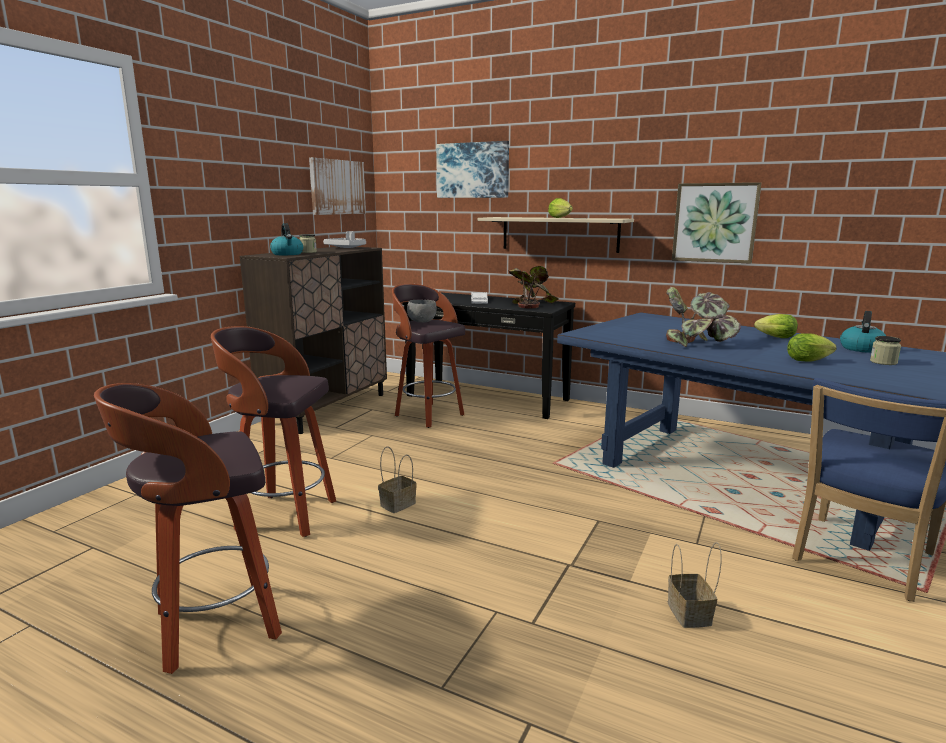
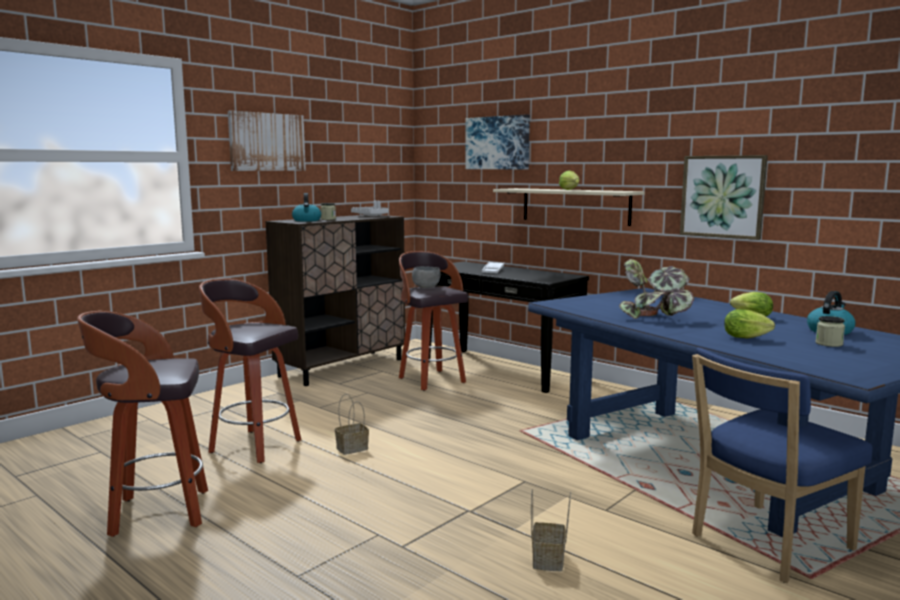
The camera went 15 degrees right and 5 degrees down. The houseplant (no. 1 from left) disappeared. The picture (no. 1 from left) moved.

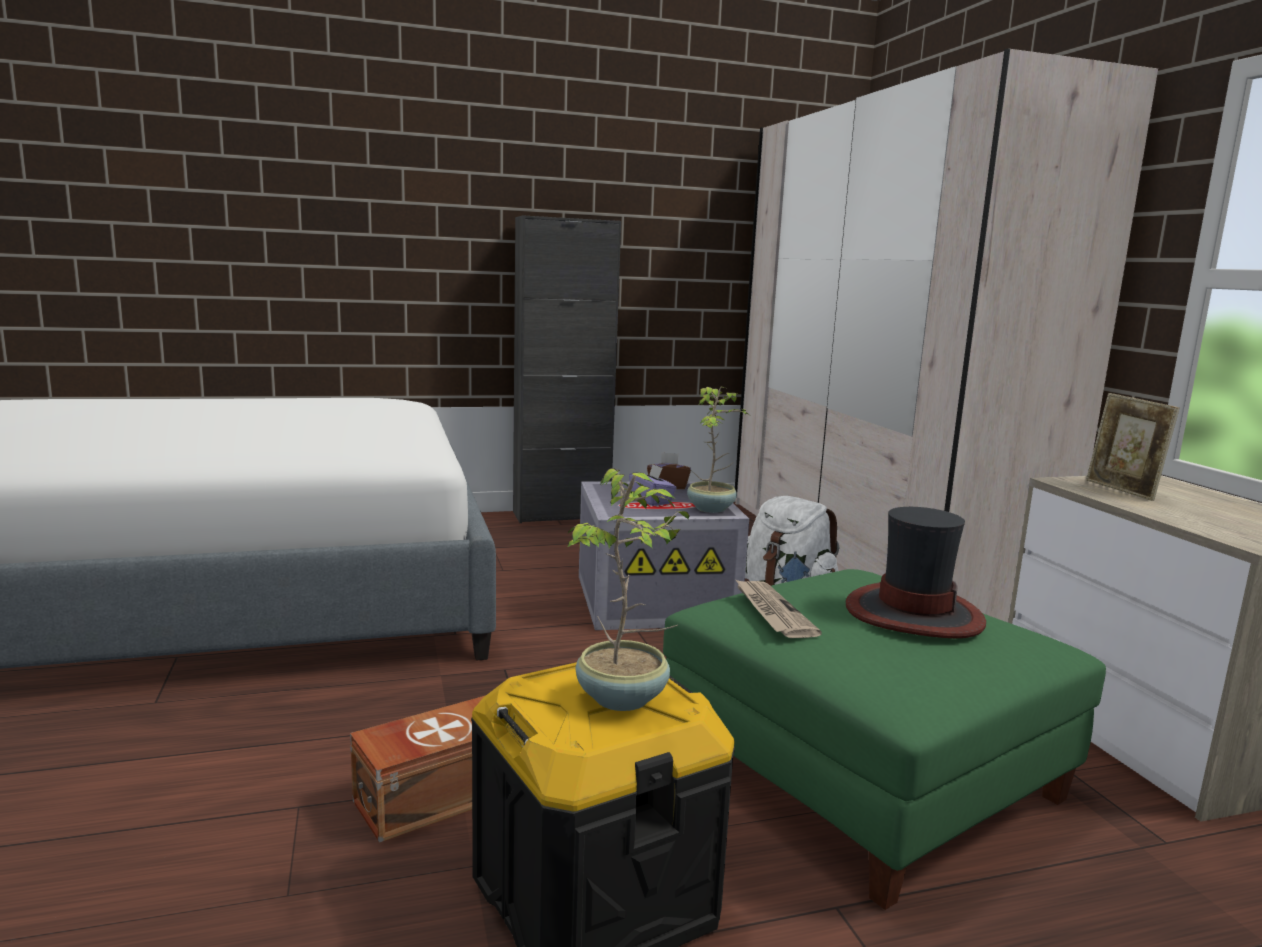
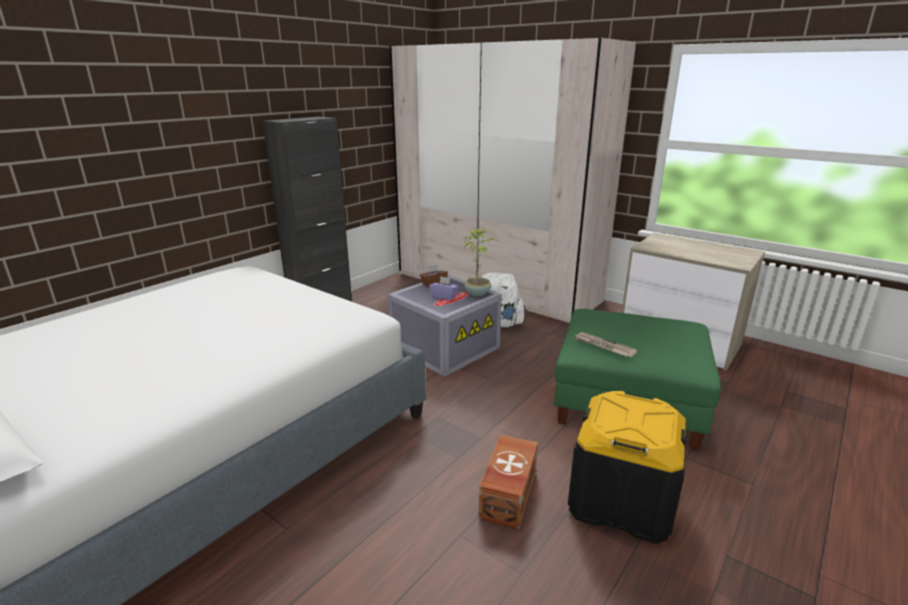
The camera went 35 degrees left and 10 degrees up. The houseplant (no. 1 from left) disappeared. The hat disappeared. The standing frame disappeared.

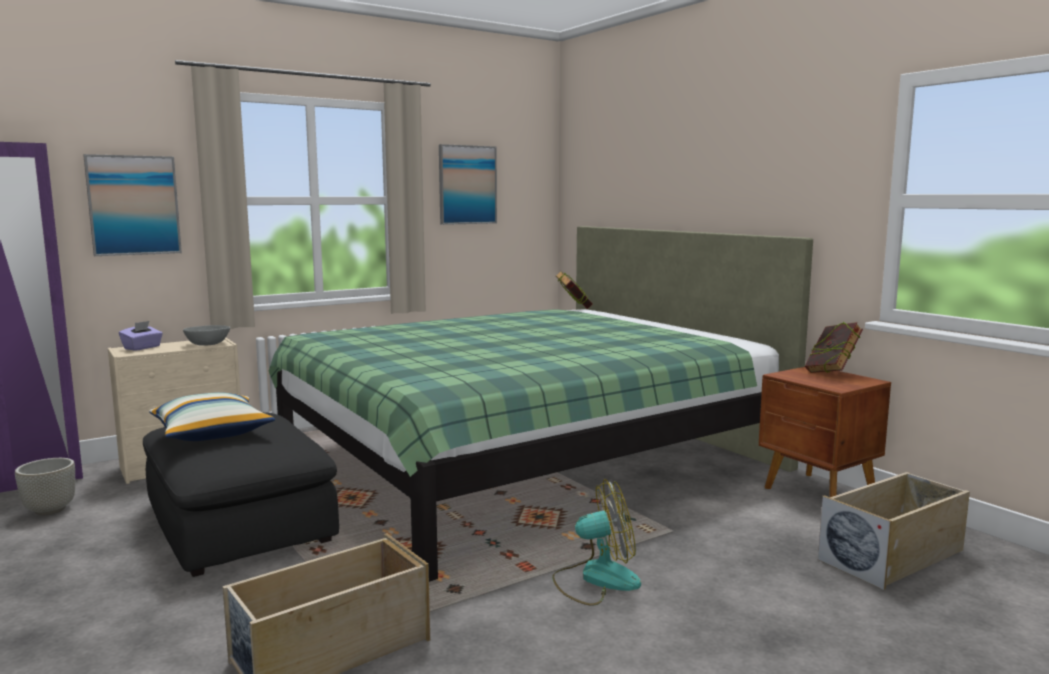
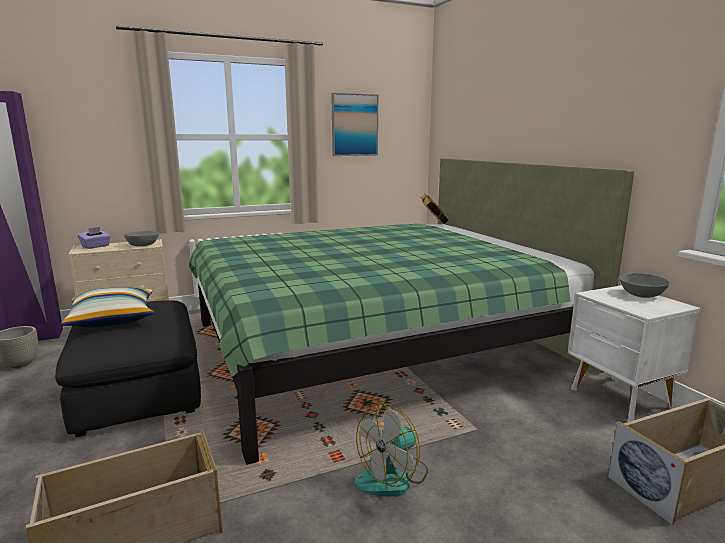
The camera went 10 degrees right and 5 degrees up. The picture (no. 1 from left) disappeared. The book (no. 2 from left) was replaced by the greyish serving bowl (no. 2 from left). The brownish bedside table became the white-coloured bedside table. The fan turned 135 degrees clockwise.

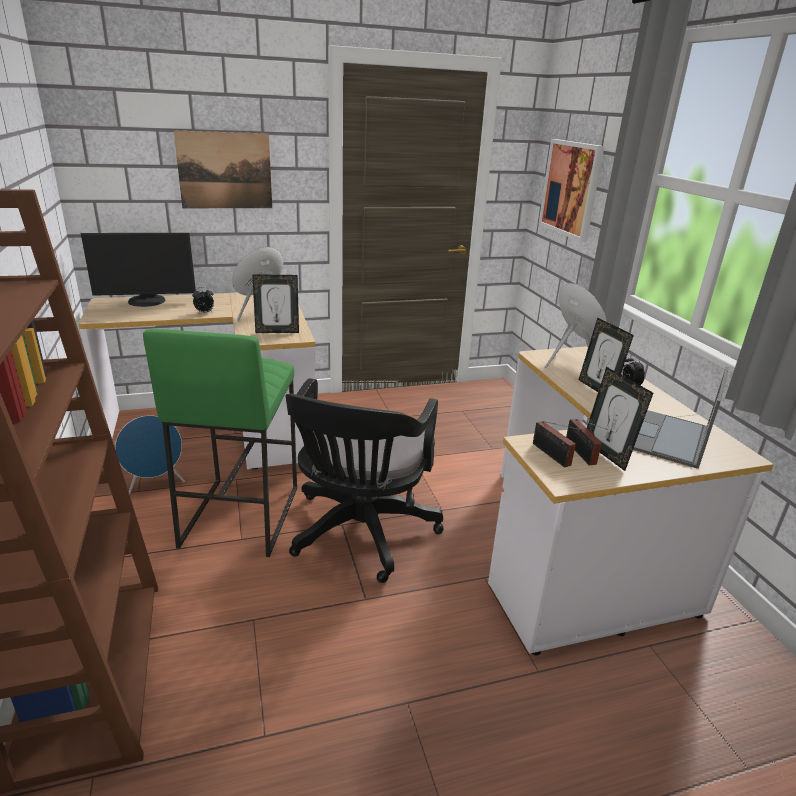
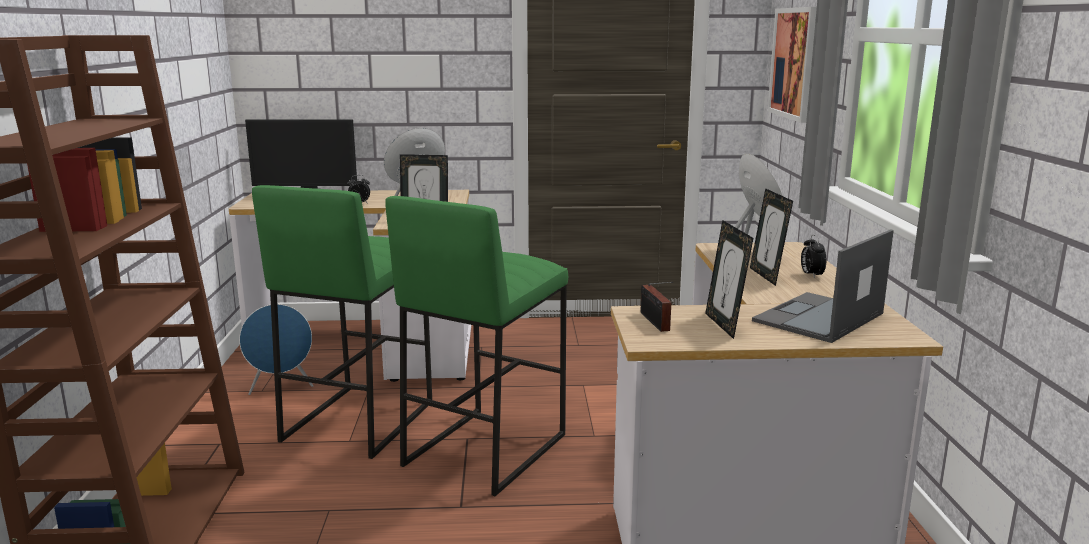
The camera went 15 degrees right and 10 degrees down. The picture (no. 1 from left) disappeared. The radio (no. 2 from left) disappeared. The blackish computer chair was replaced by the green stool (no. 2 from left).

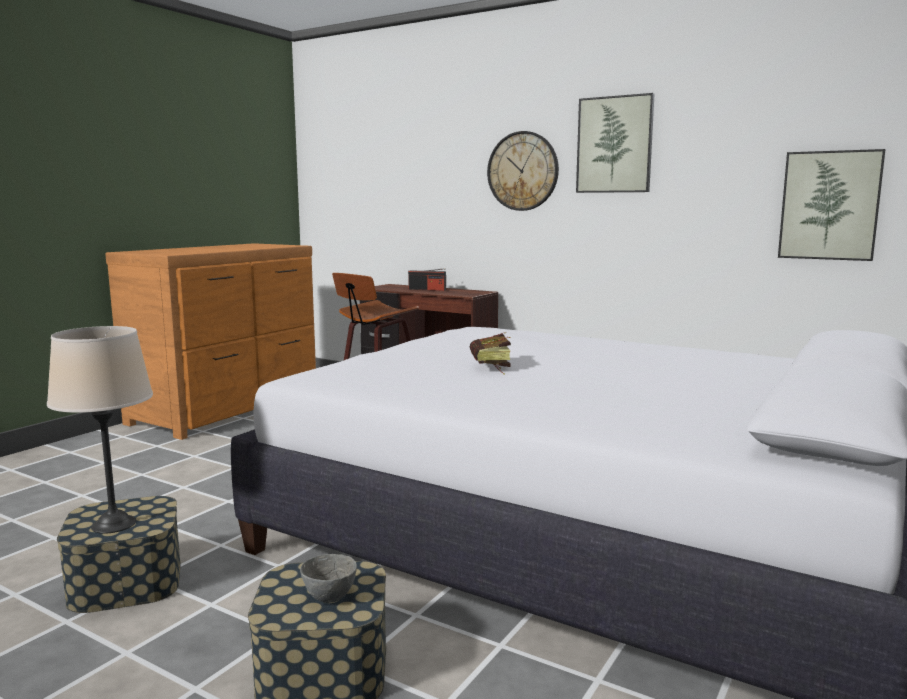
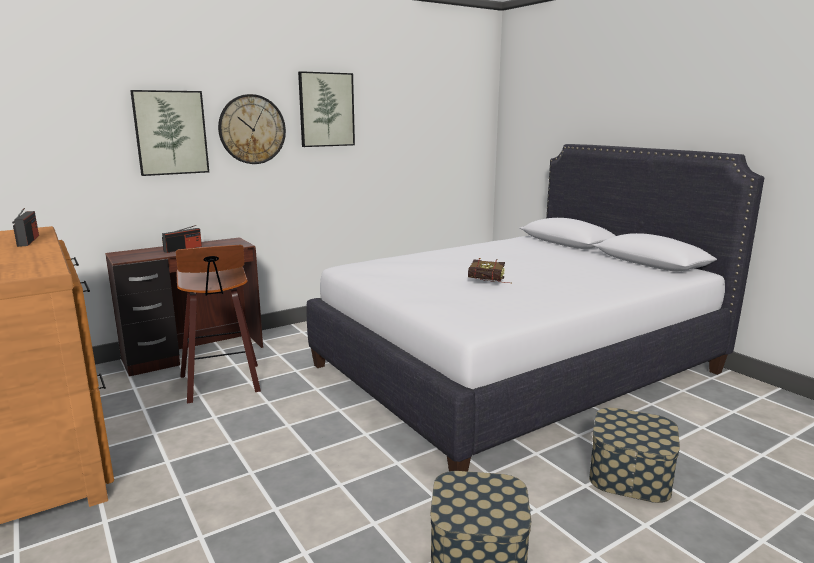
The camera went 65 degrees left and 5 degrees up. The beige table lamp disappeared. The greyish serving bowl disappeared. The radio (no. 1 from left) appeared. The picture (no. 2 from left in the first image) moved.

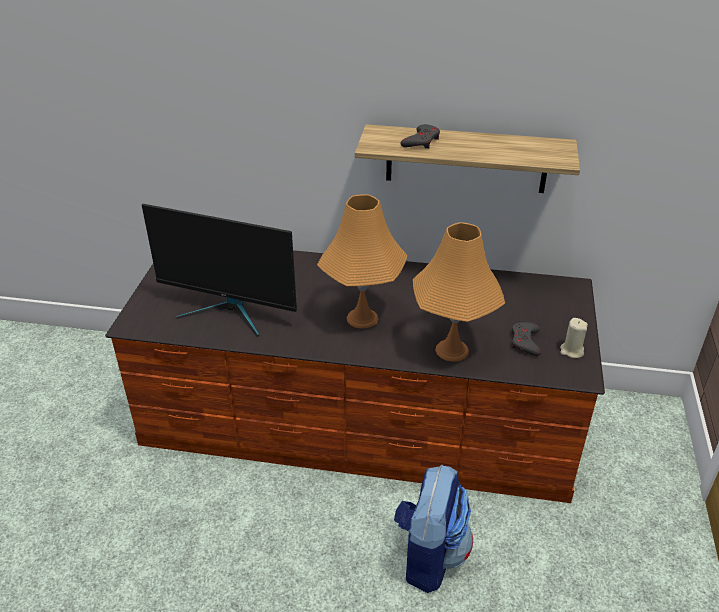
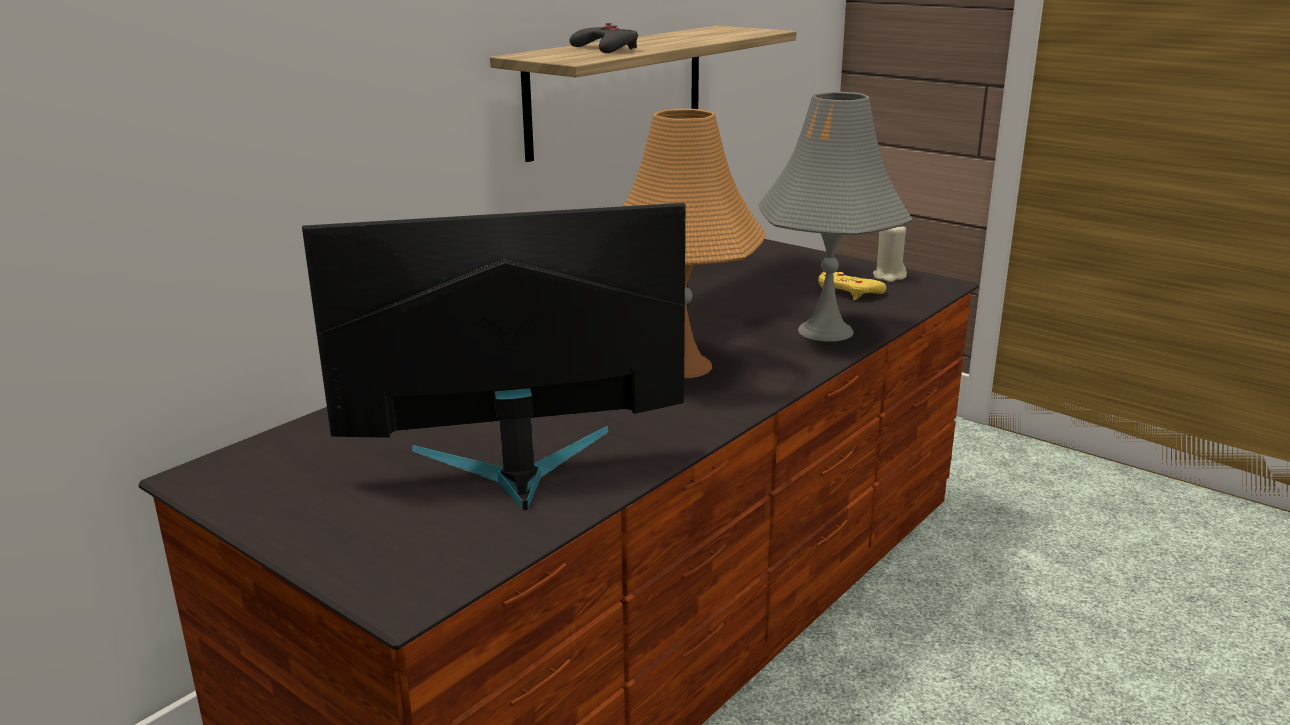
The camera went 60 degrees left and 15 degrees down. The knapsack disappeared. The orange-coloured table lamp (no. 2 from left) became the greyish table lamp. The greyish joypad (no. 2 from left) became the yellow joypad. The computer display turned 150 degrees counterclockwise.

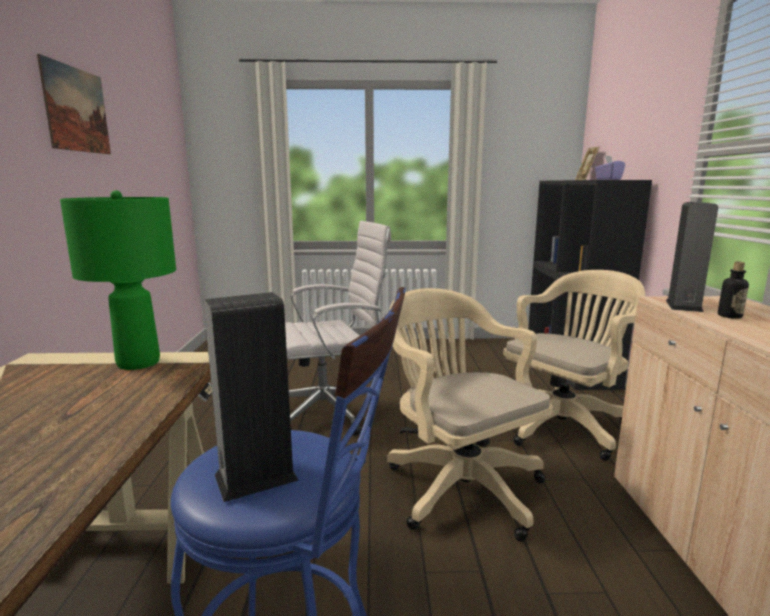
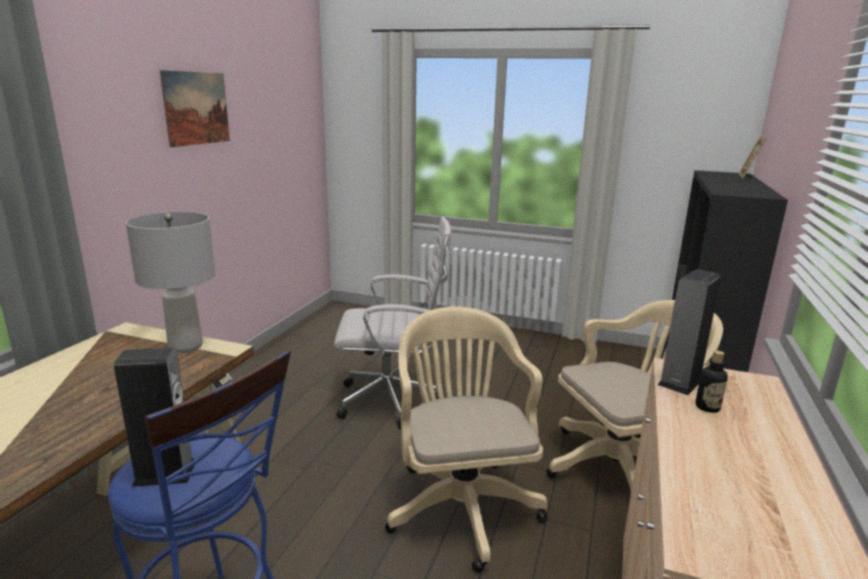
The camera went 20 degrees right and 5 degrees up. The purple tissue holder disappeared. The green table lamp became the greyish table lamp.

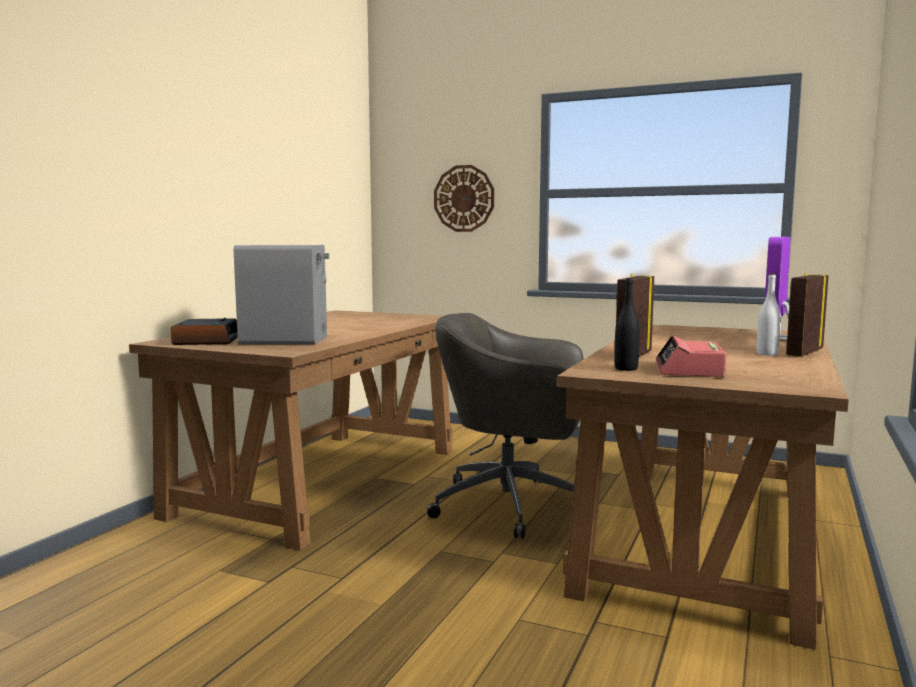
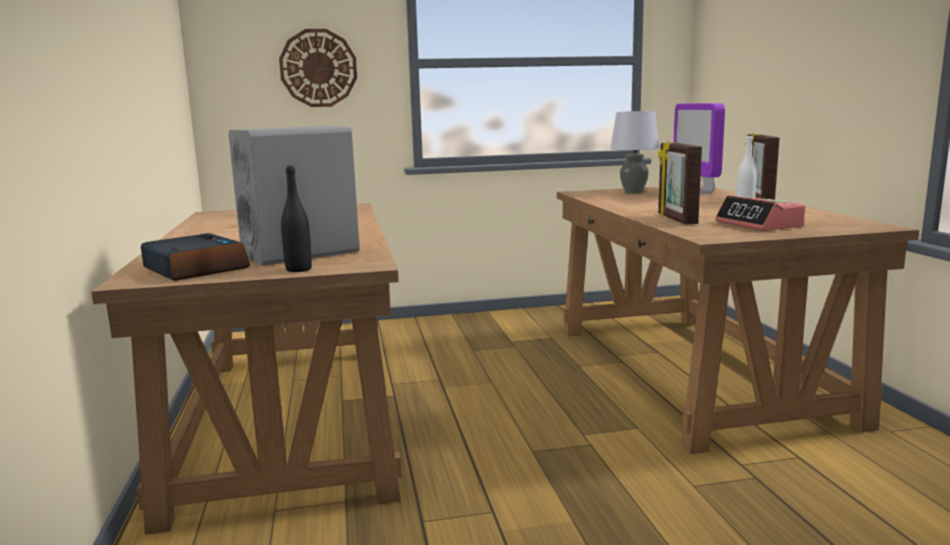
The camera went 35 degrees left and 5 degrees up. The greyish computer chair disappeared. The greyish table lamp appeared. The blackish bottle moved.

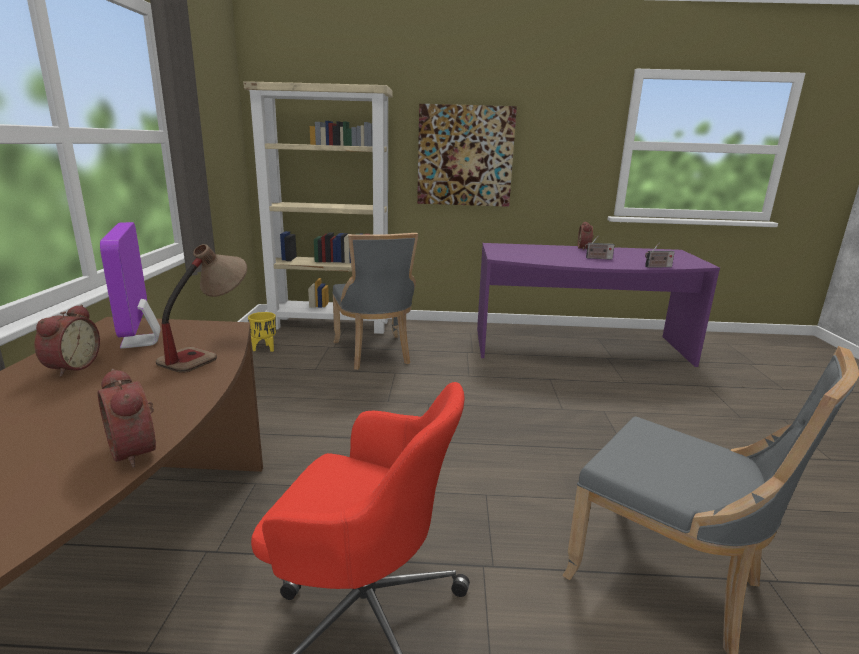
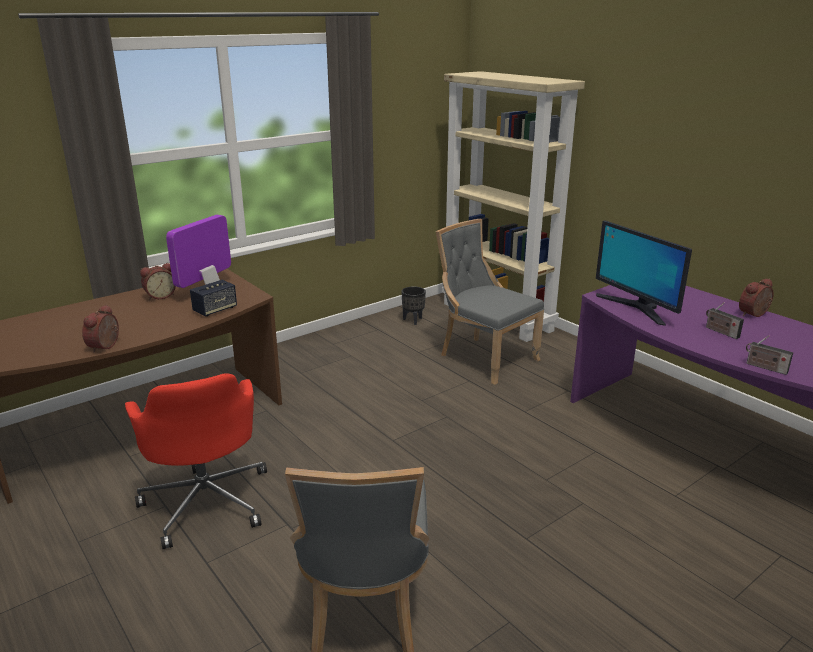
The camera went 50 degrees right and 5 degrees up. The picture disappeared. The computer display (no. 2 from left) appeared. The table lamp was replaced by the speaker. The yellow planter became the blackish planter. The greyish plain chair (no. 1 from left in the first image) turned 105 degrees clockwise.

